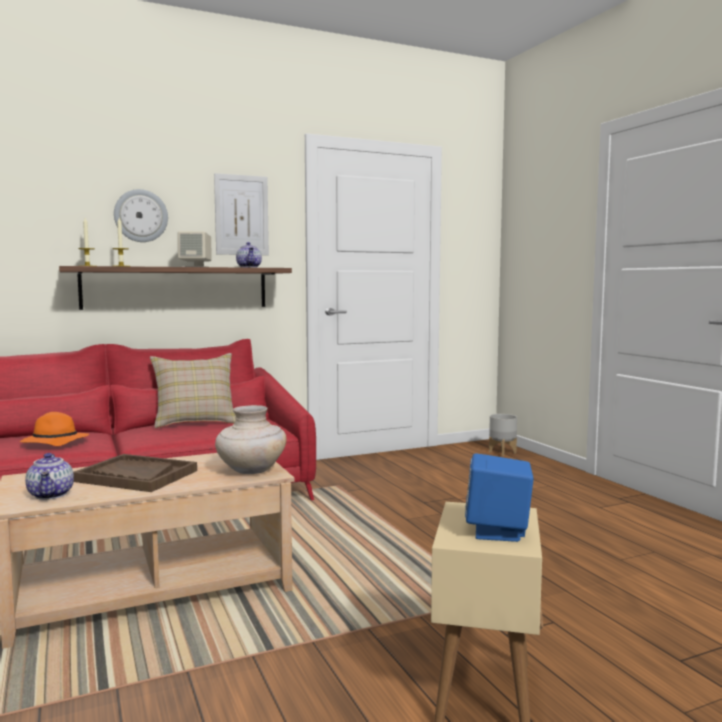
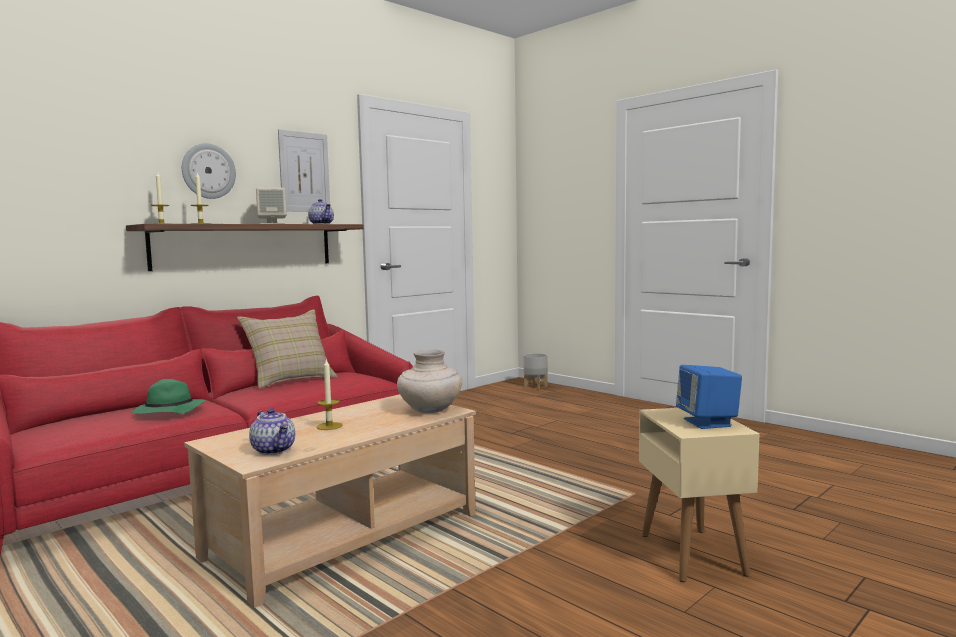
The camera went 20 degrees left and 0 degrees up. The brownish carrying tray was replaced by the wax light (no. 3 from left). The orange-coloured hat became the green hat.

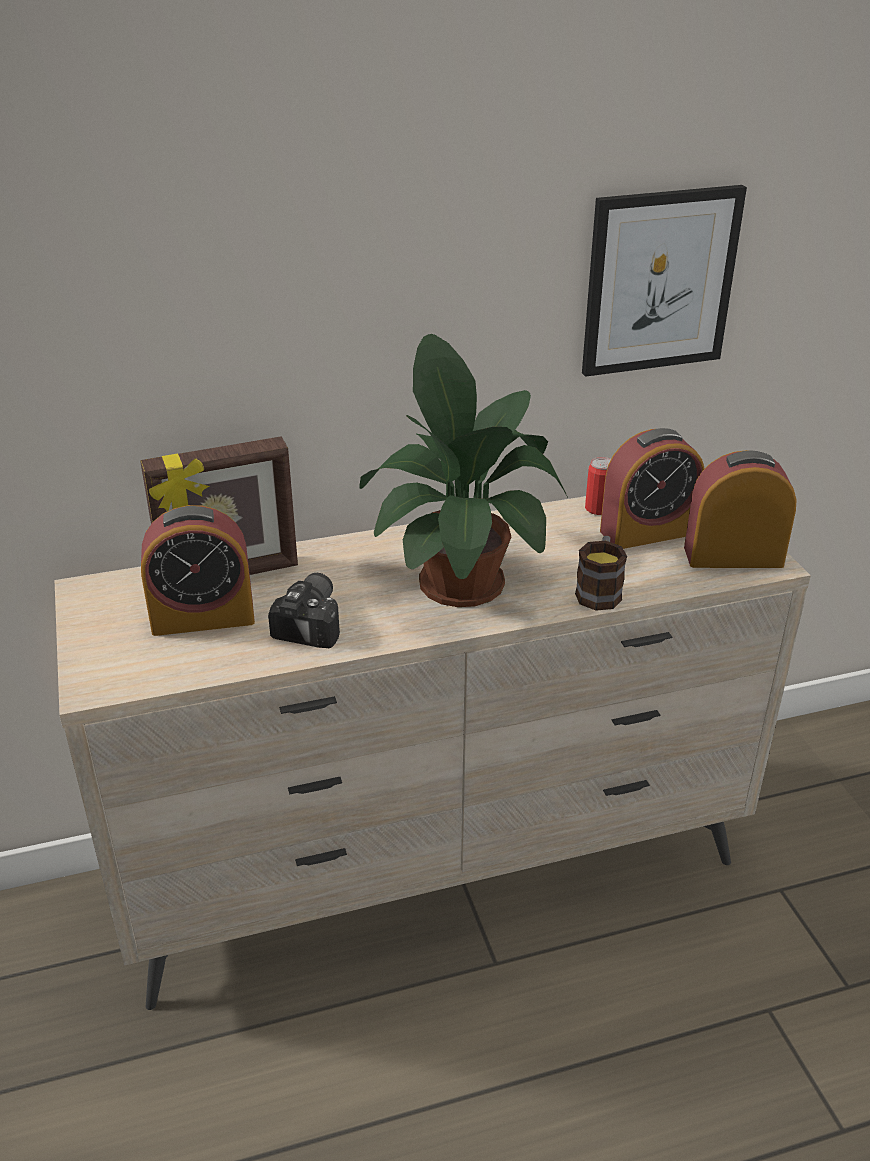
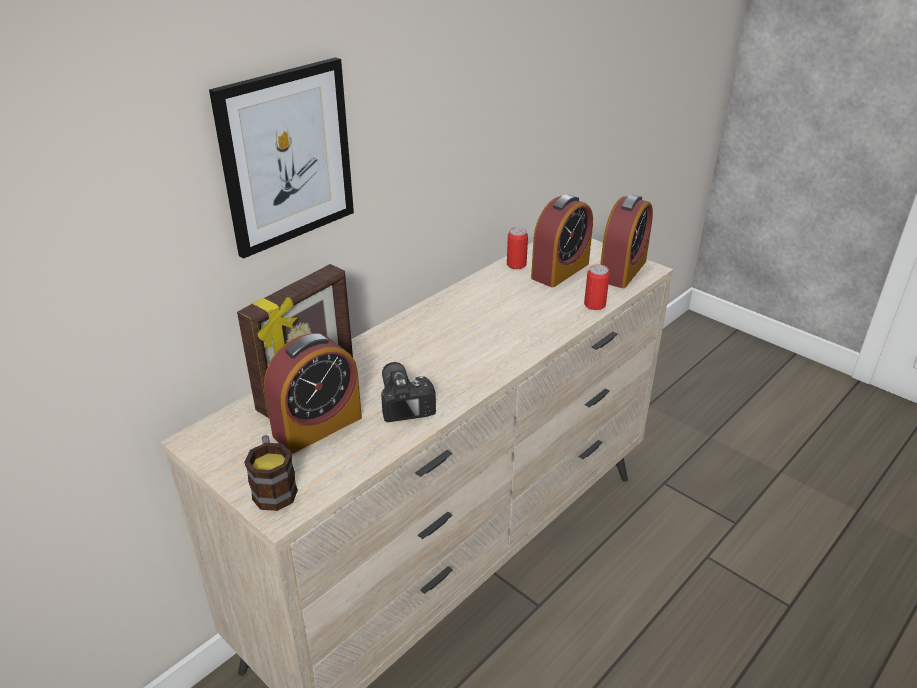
The camera went 30 degrees left and 0 degrees up. The houseplant disappeared. The can (no. 2 from left) appeared. The tea mug moved. The picture moved. The alarm clock (no. 3 from left) turned 150 degrees clockwise.

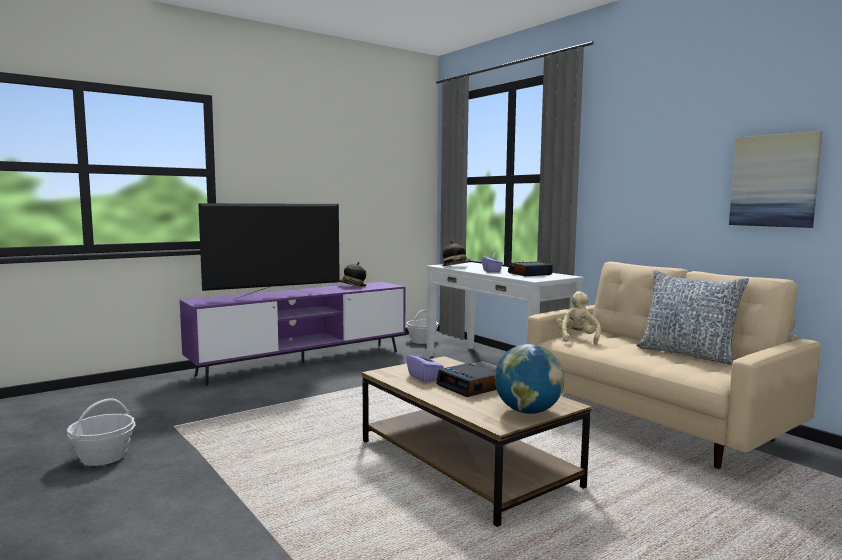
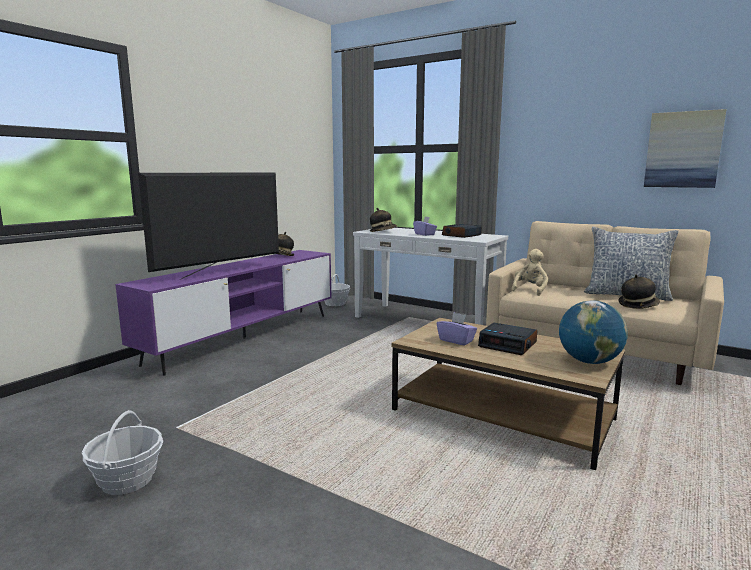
The camera went 20 degrees left and 5 degrees up. The hat (no. 3 from left) appeared. The beige plush toy turned 45 degrees clockwise.

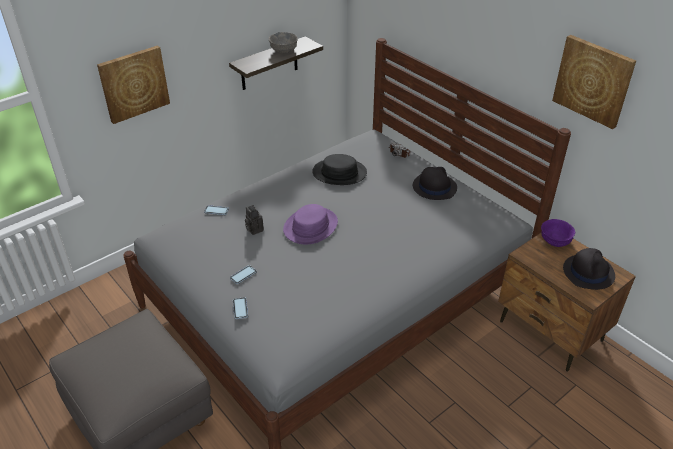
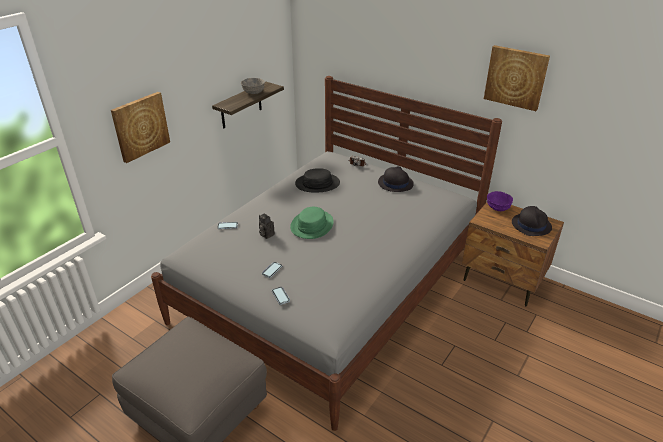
The camera went 15 degrees left and 5 degrees down. The purple hat became the green hat.

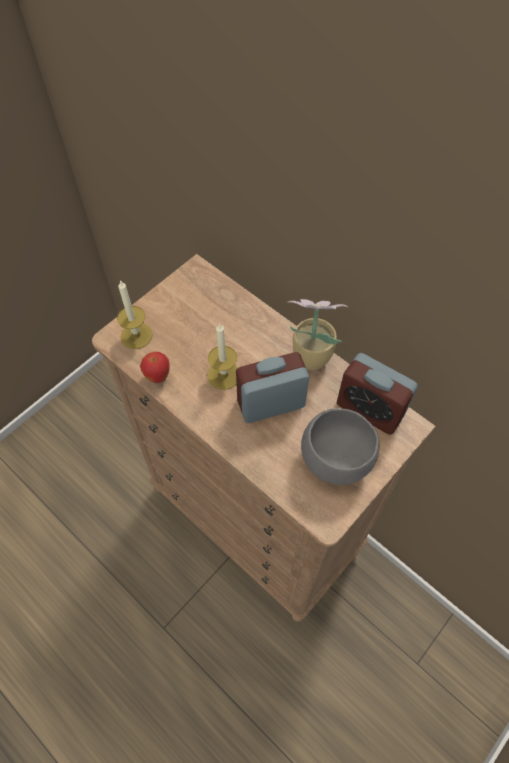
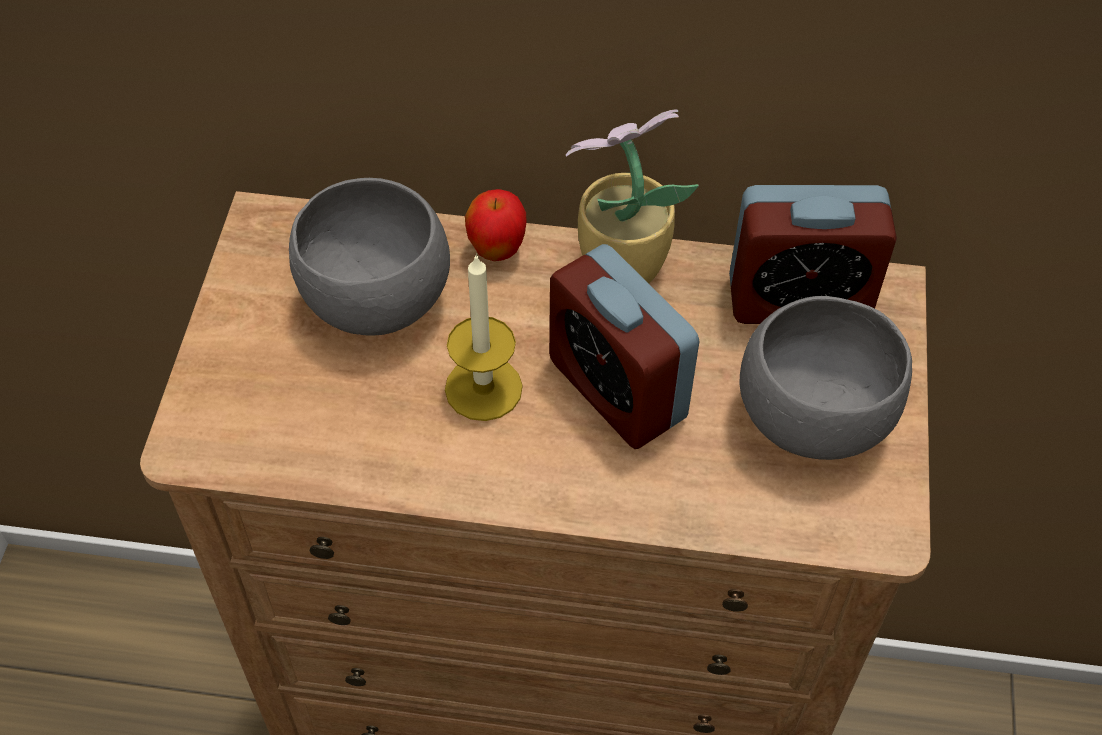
The camera went 35 degrees left and 5 degrees down. The wax light (no. 1 from left) disappeared. The greyish serving bowl (no. 1 from left) appeared. The apple moved. The alarm clock (no. 1 from left) turned 75 degrees counterclockwise.

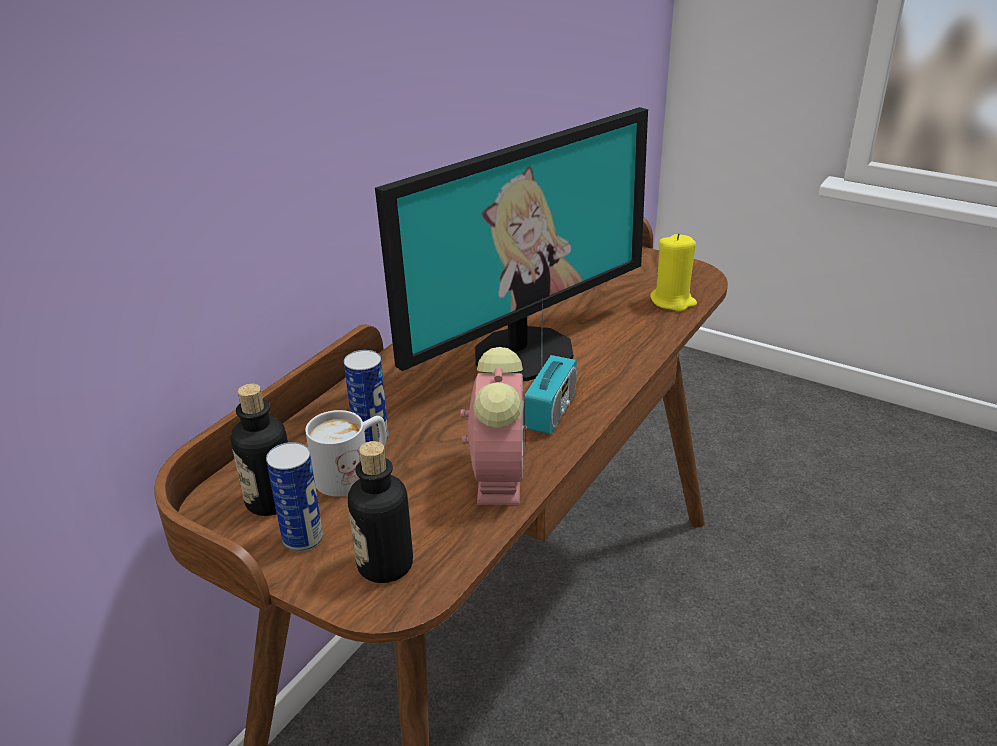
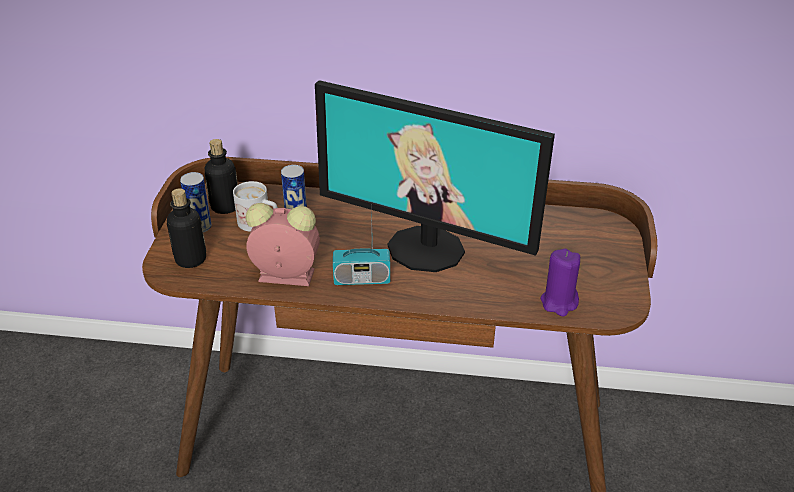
The camera went 65 degrees right and 5 degrees up. The yellow wax light became the purple wax light. The alarm clock turned 150 degrees counterclockwise.

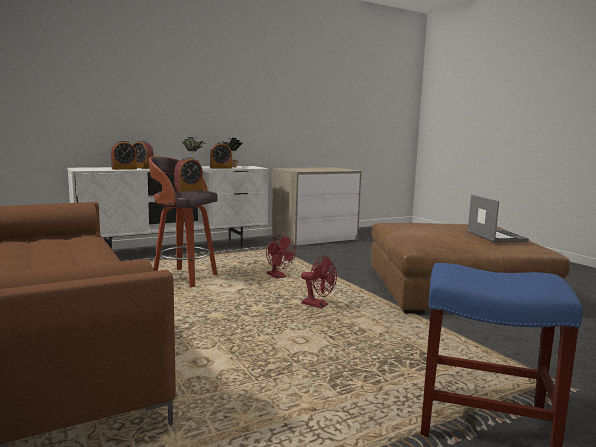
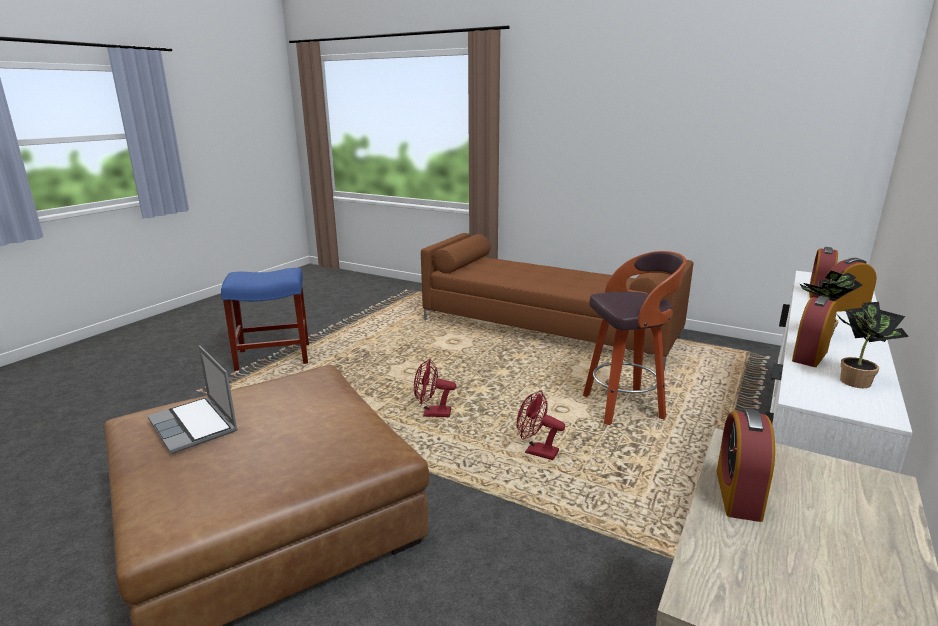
The camera went 150 degrees right and 10 degrees up. The alarm clock (no. 3 from left in the first image) moved.

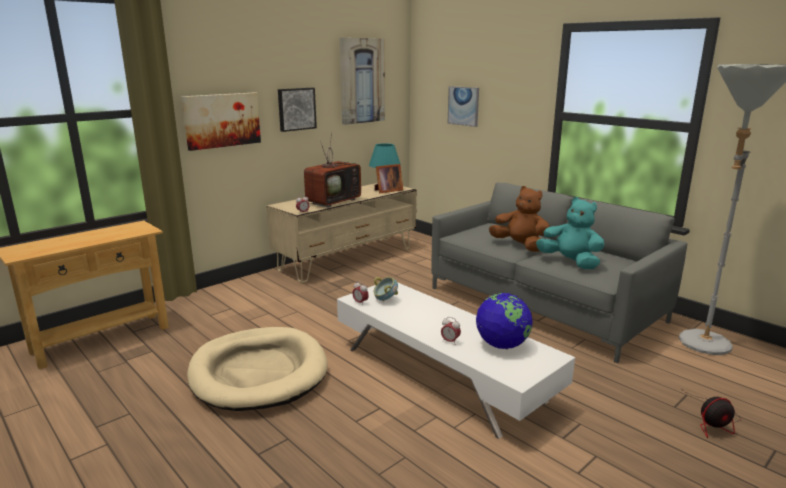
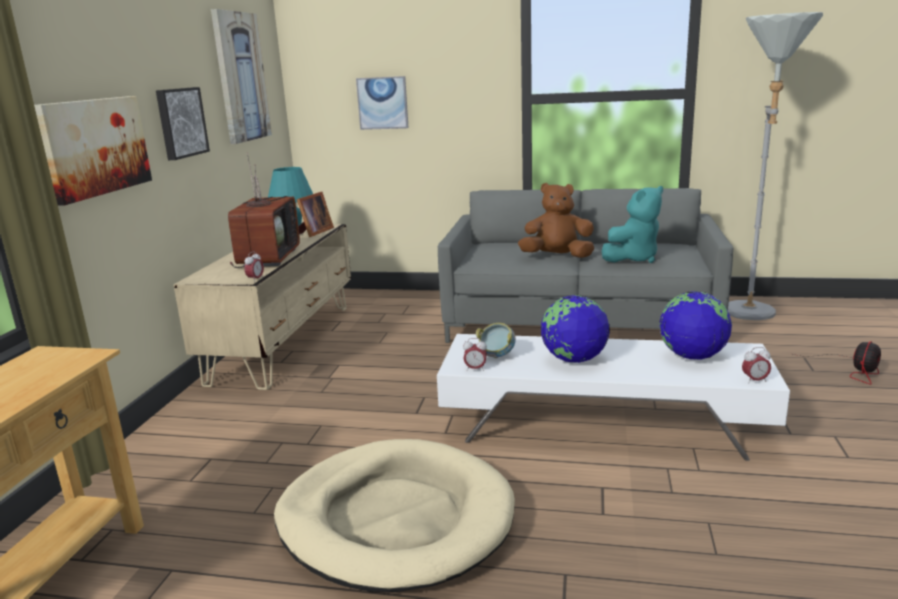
The camera went 35 degrees left and 0 degrees up. The globe (no. 1 from left) appeared. The alarm clock (no. 3 from left) moved. The blue-green plush toy turned 135 degrees clockwise.

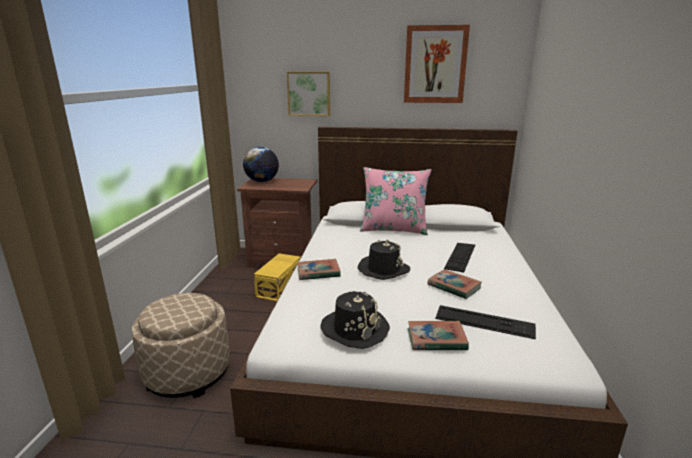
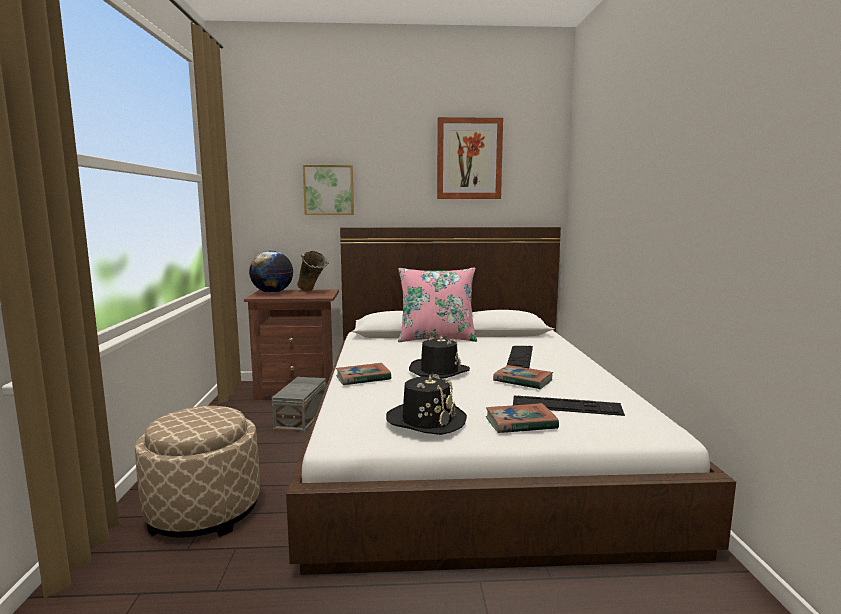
The camera went 10 degrees left and 10 degrees down. The beige vase appeared. The yellow storage container became the greyish storage container.

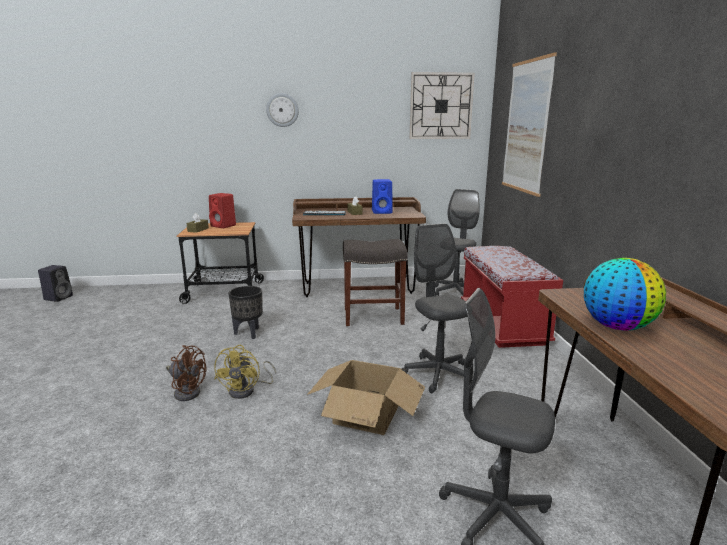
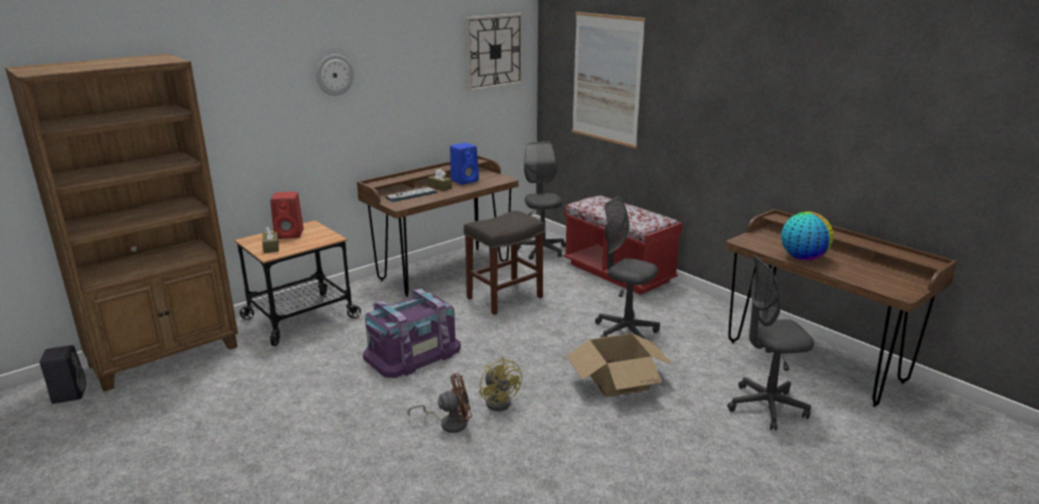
The camera went 35 degrees left and 5 degrees up. The brownish bookshelf appeared. The blackish planter was replaced by the purple storage container.

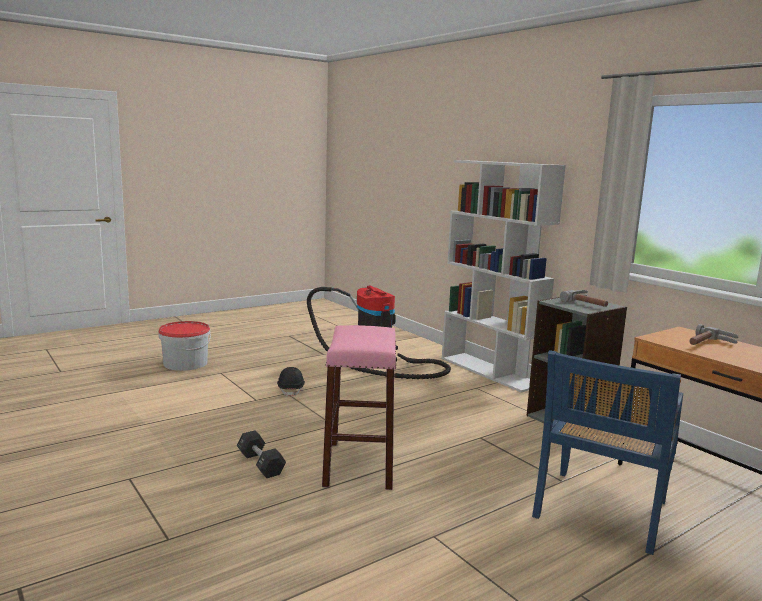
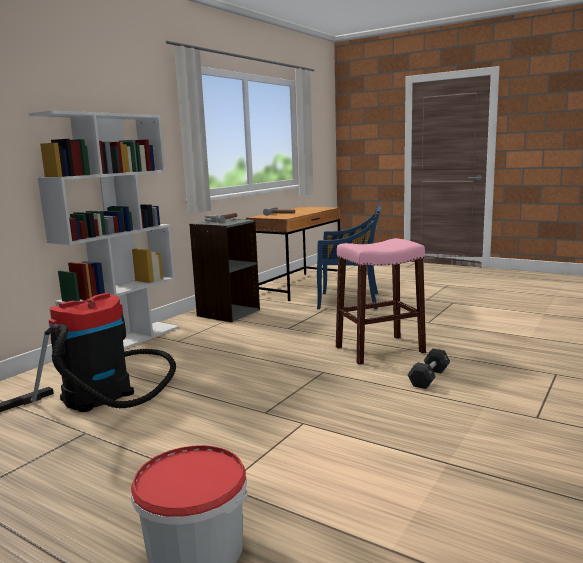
The camera went 110 degrees left and 0 degrees up. The blackish hard hat disappeared.

